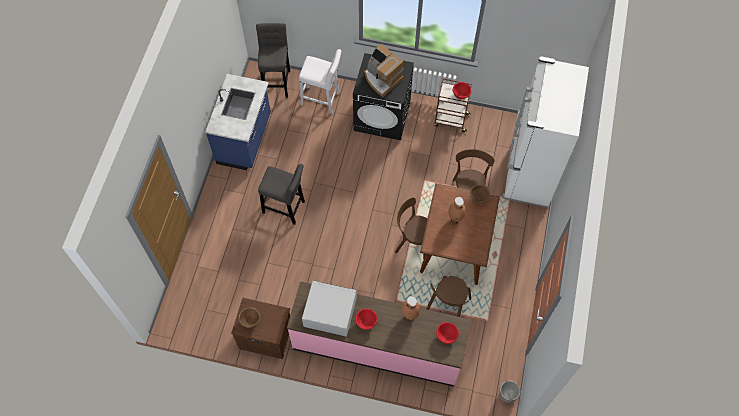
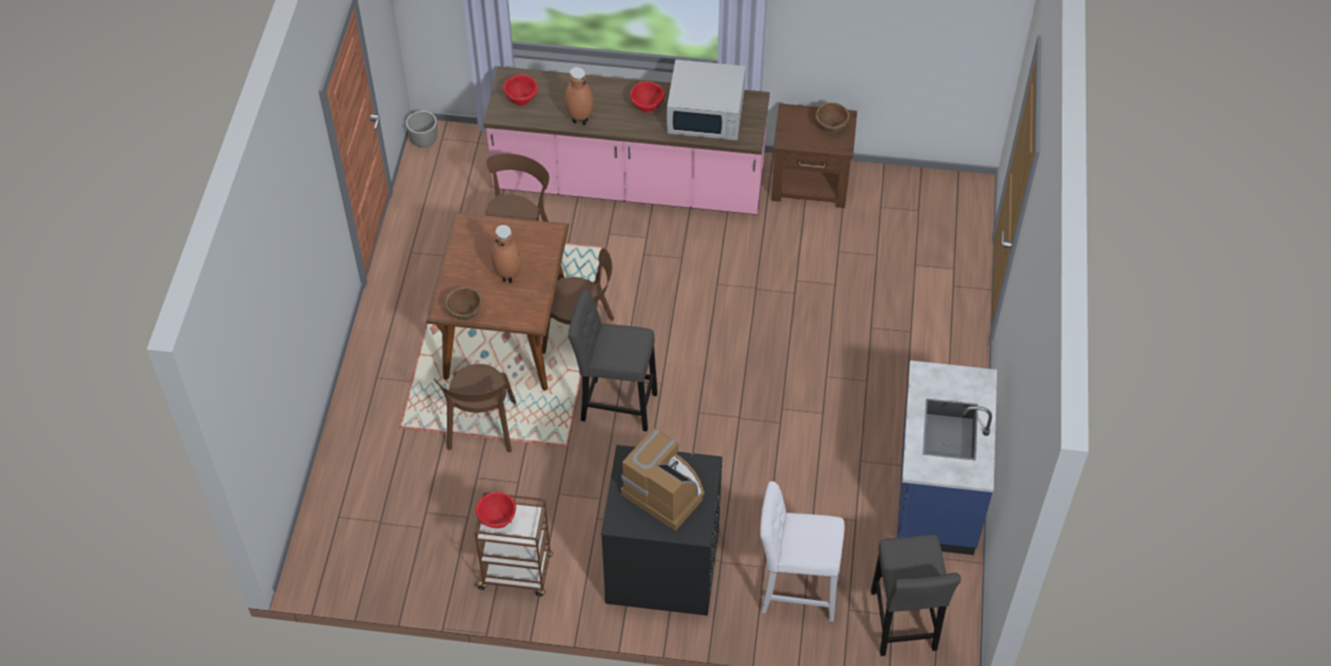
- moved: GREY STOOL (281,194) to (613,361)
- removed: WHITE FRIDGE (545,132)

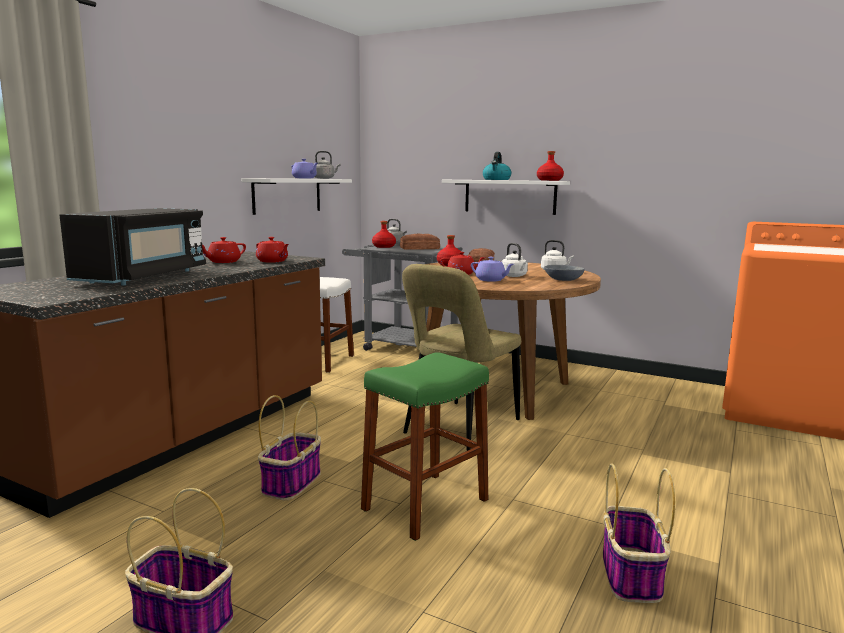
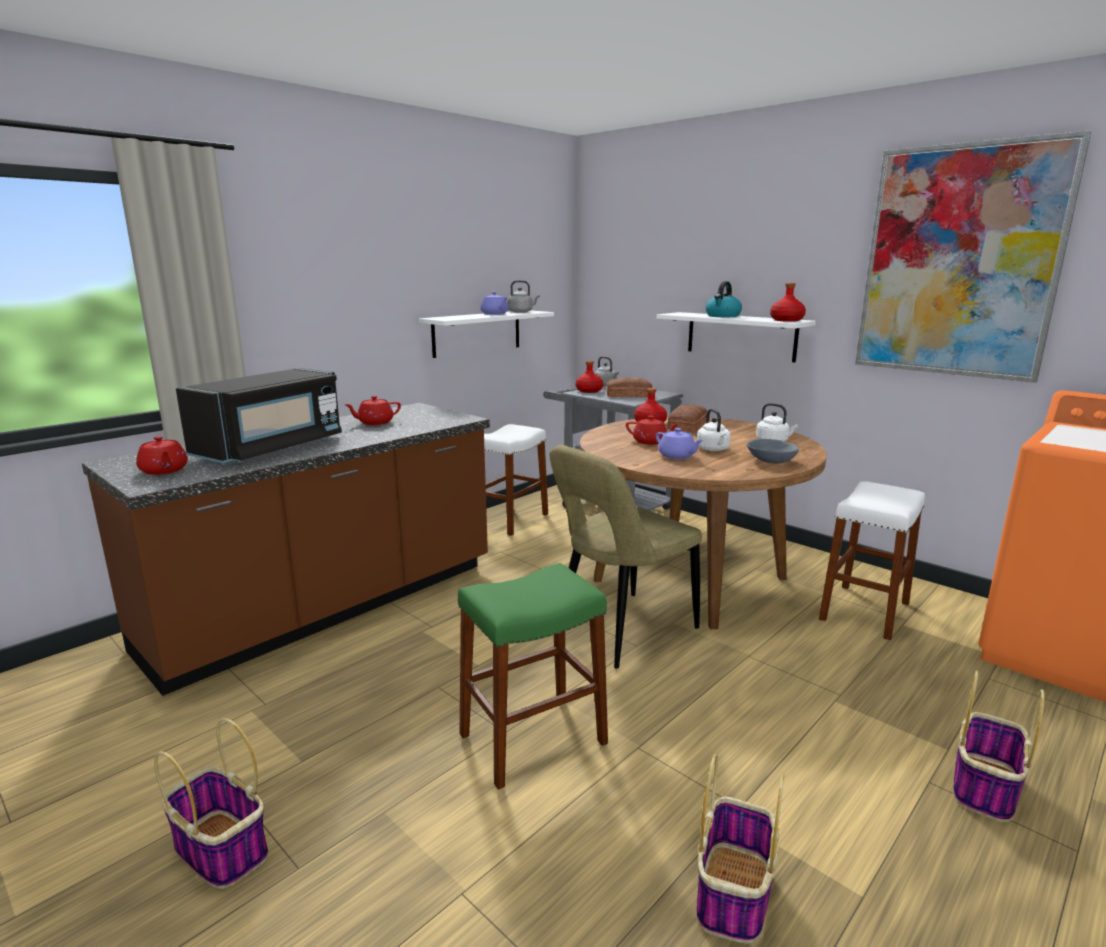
- moved: RED TEAPOT (272,250) to (162,455)
- added: WHITE STOOL (872,560)
- added: PICTURE (973,257)
- moved: BASKET (289,447) to (999,746)

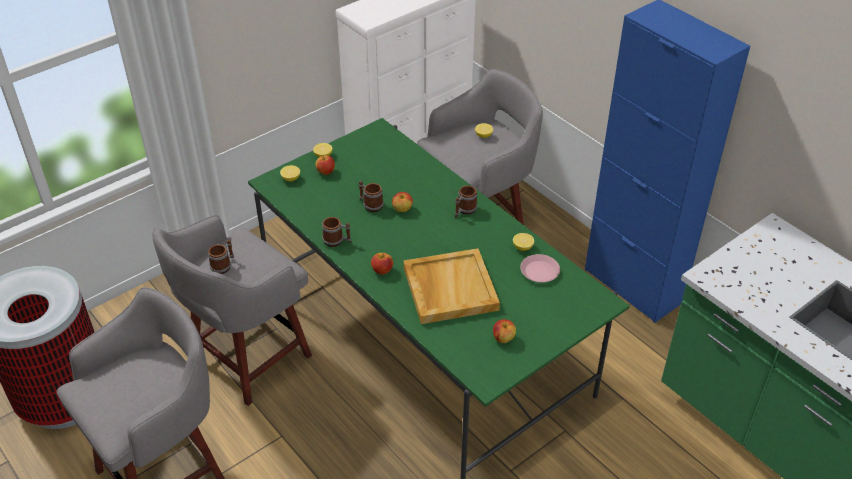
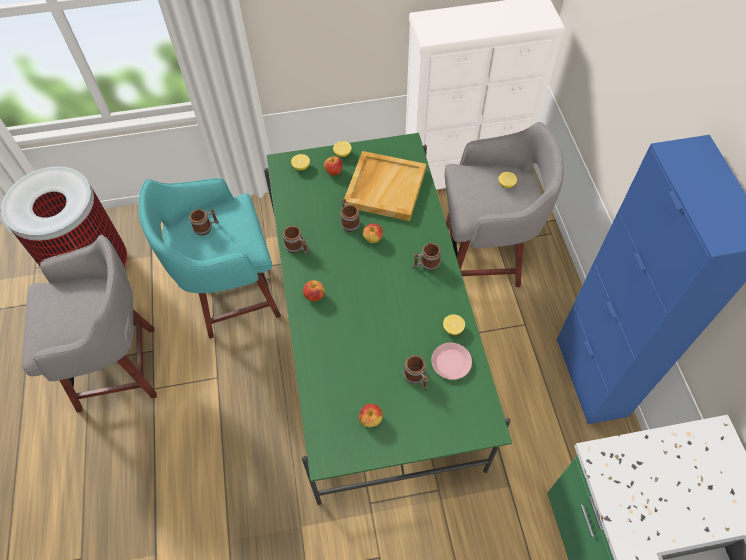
- recoloured: GREY STOOL (232,310) to TURQUOISE STOOL (210,258)
- moved: BEIGE TRAY (452,286) to (385,186)
- added: MUG (415,372)

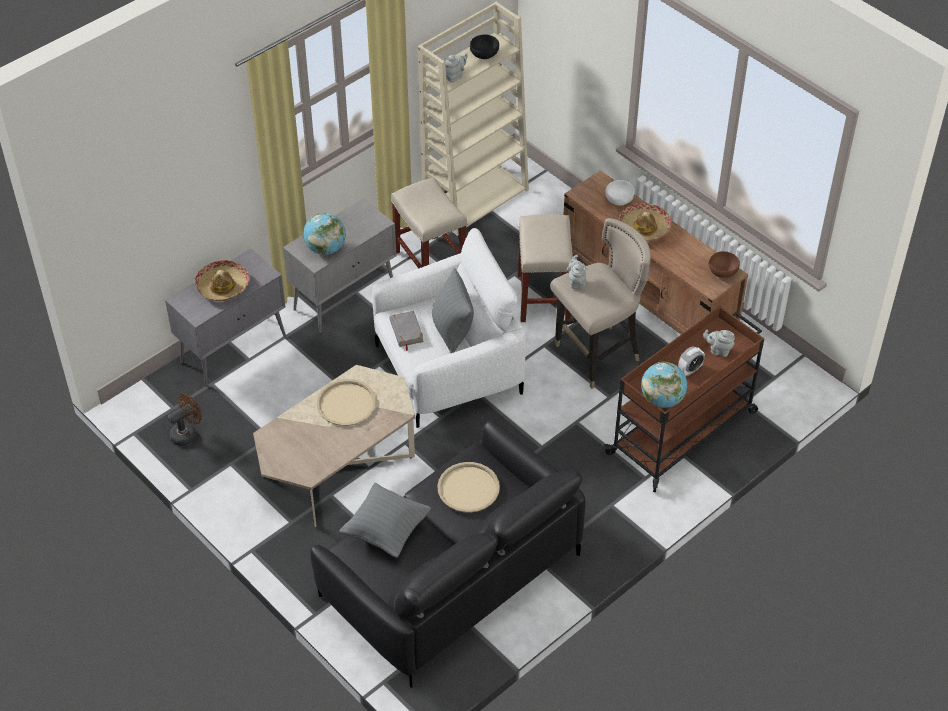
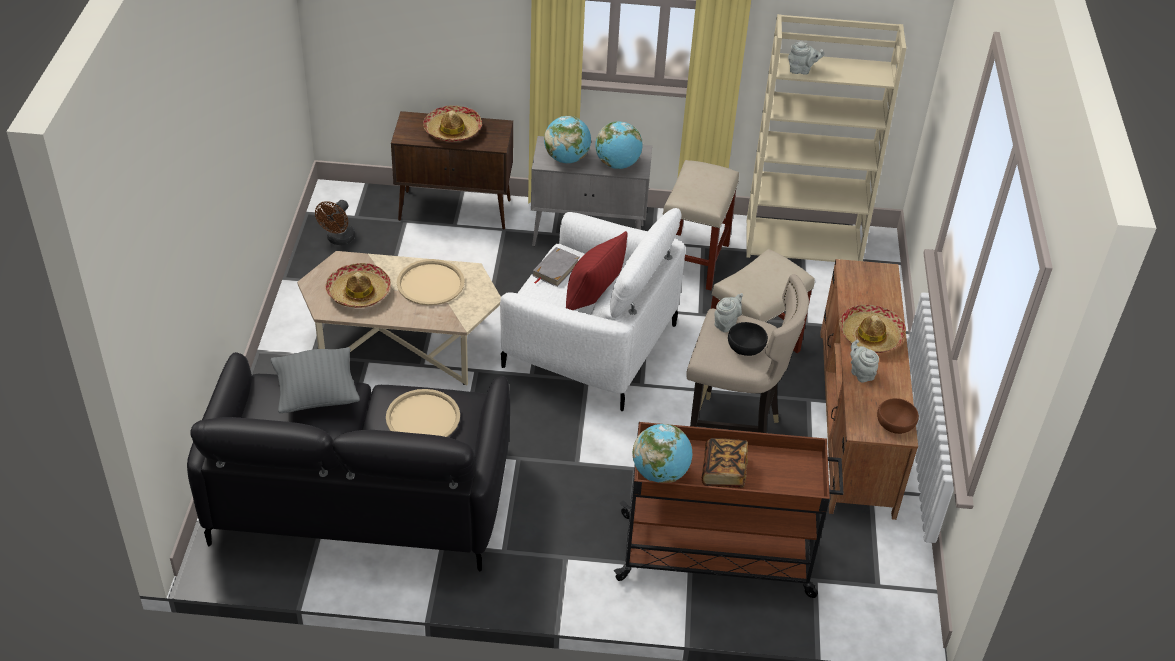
- turned: BROWN FAN (185,419) = (335,222) 105 degrees clockwise
- added: HAT (358,285)
- recoloured: GREY CABINET (225,317) to BROWN CABINET (452,170)
- recoloured: GREY PILLOW (453,310) to RED PILLOW (597,270)
- added: GLOBE (619,145)
- replaced: ALARM CLOCK (691,361) to BOOK (725,463)
- moved: BLACK BOWL (484,46) to (748,339)
- moved: GREY TEAPOT (719,343) to (864,361)
- removed: WHITE BOWL (620,193)

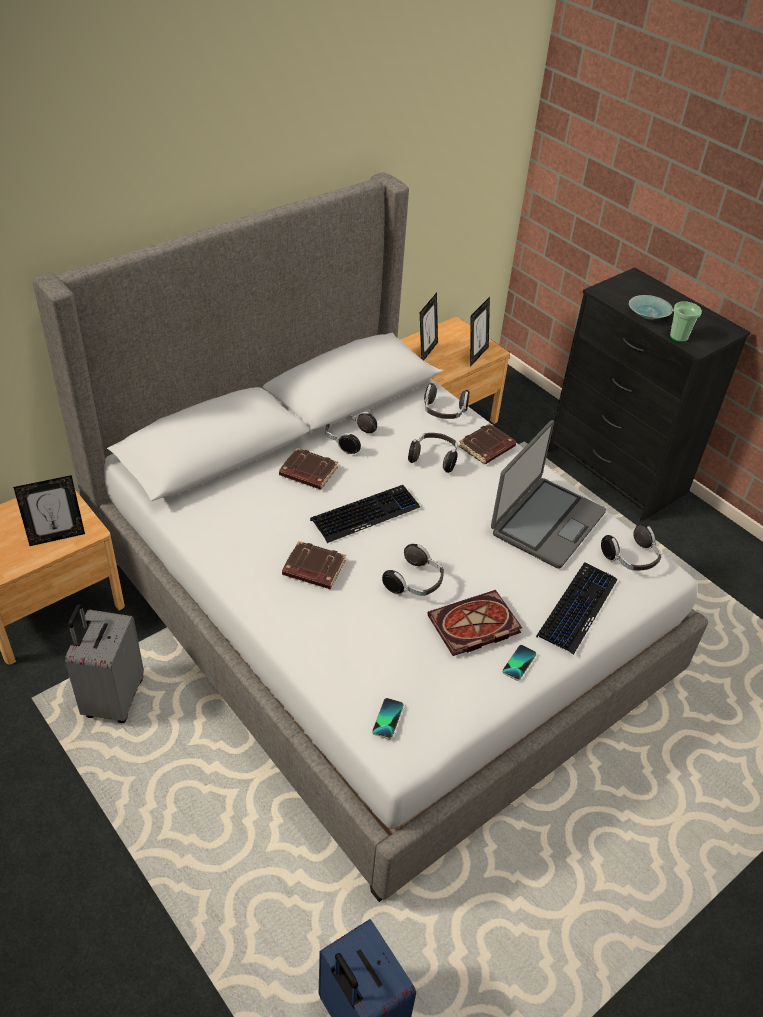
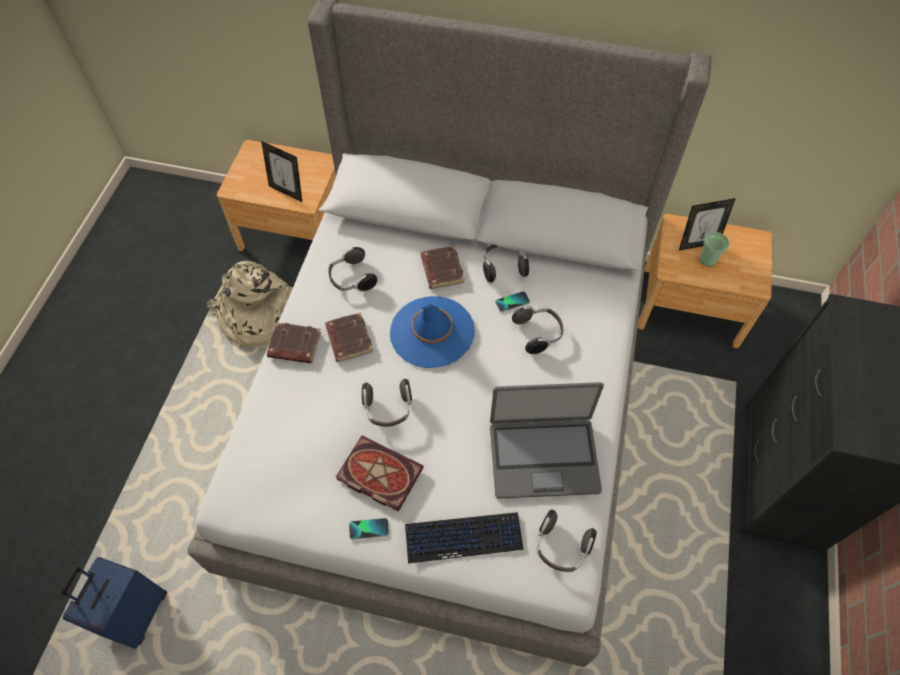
- replaced: GREY SUITCASE (104,663) to BEIGE BACKPACK (249,304)
- moved: BROWN BOOK (487,443) to (294,342)
- moved: HEADPHONES (447,401) to (353,269)
- replaced: KEYBOARD (365,514) to BLUE HAT (432,332)
- moved: PHONE (388,718) to (512,301)
- moved: CUP (686,321) to (714,249)
- removed: PICTURE FRAME (480,332)
- removed: TURQUOISE BOWL (651,307)

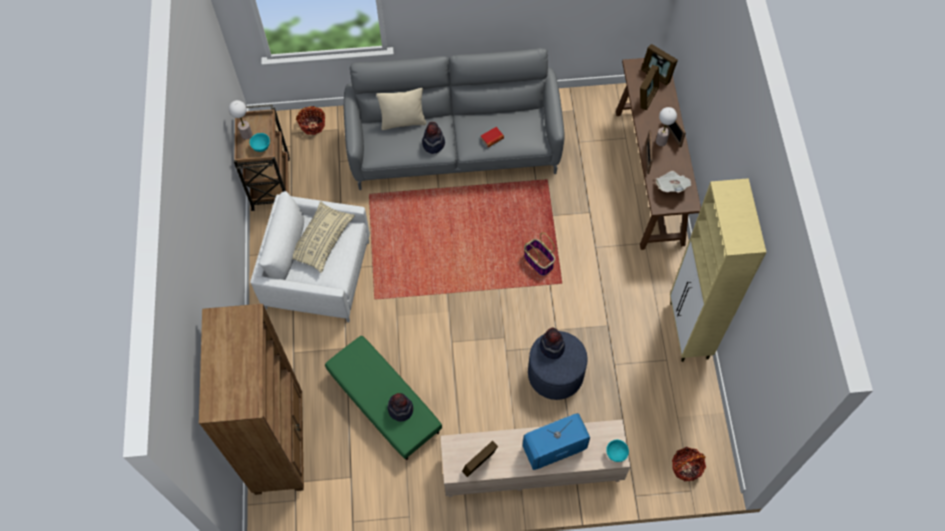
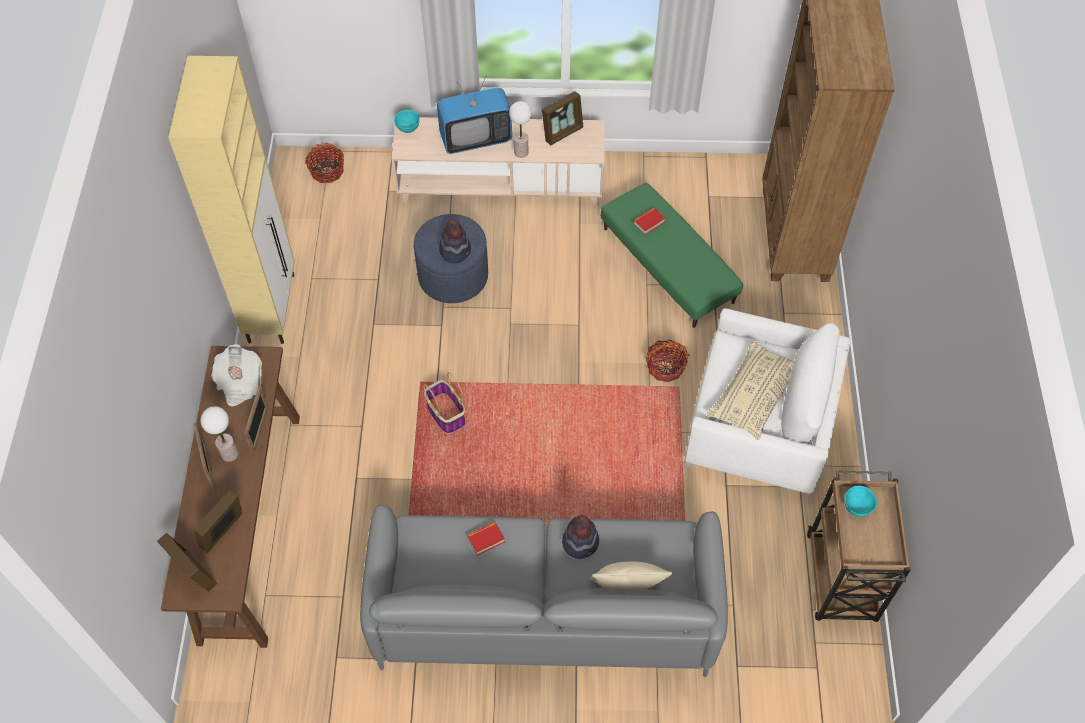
- moved: TABLE LAMP (240,120) to (520,129)
- replaced: HAT (400,407) to BOOK (649,221)
- moved: BASKET (310,120) to (667,361)

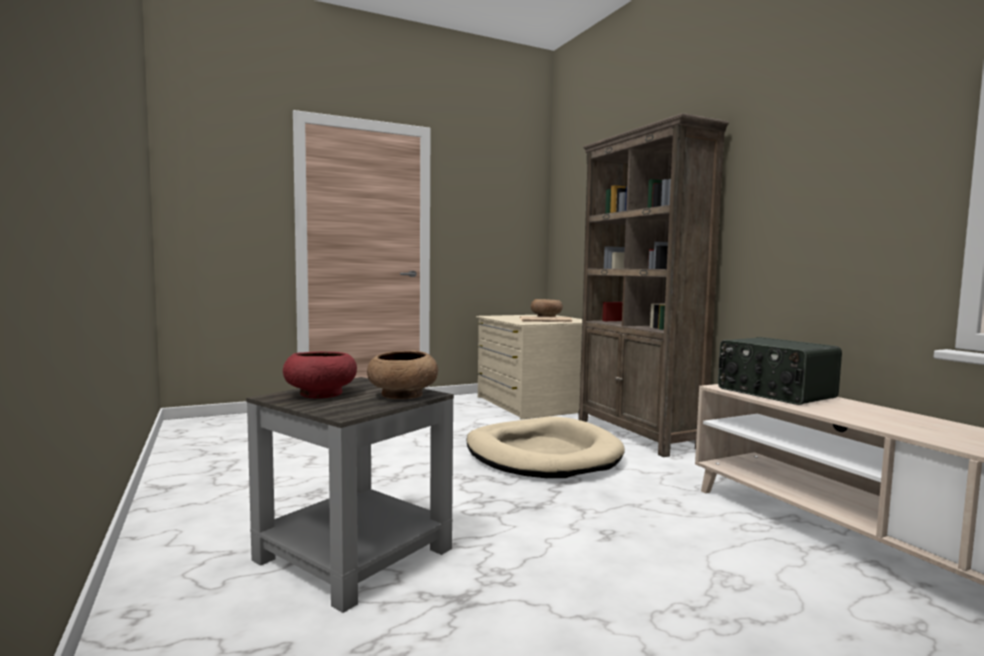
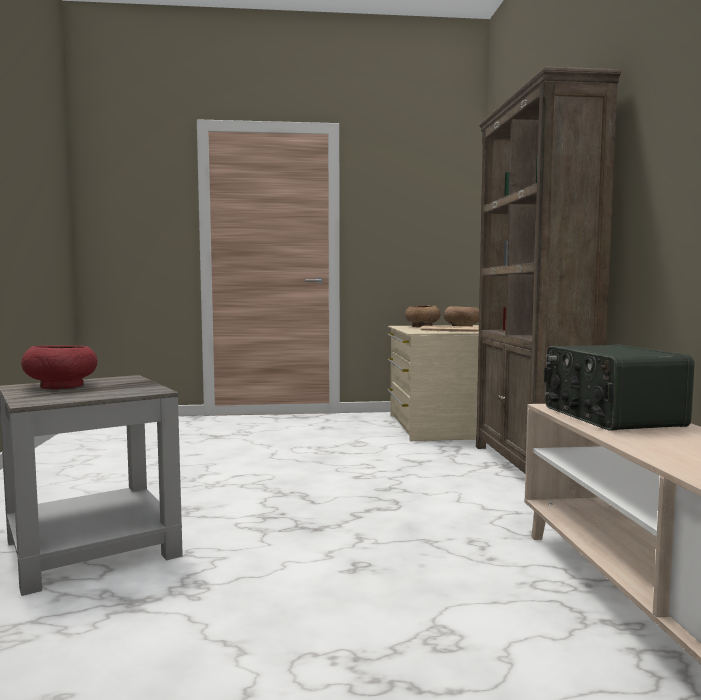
- moved: BROWN BOWL (402,375) to (423,316)
- removed: BEIGE DOG BED (546,447)

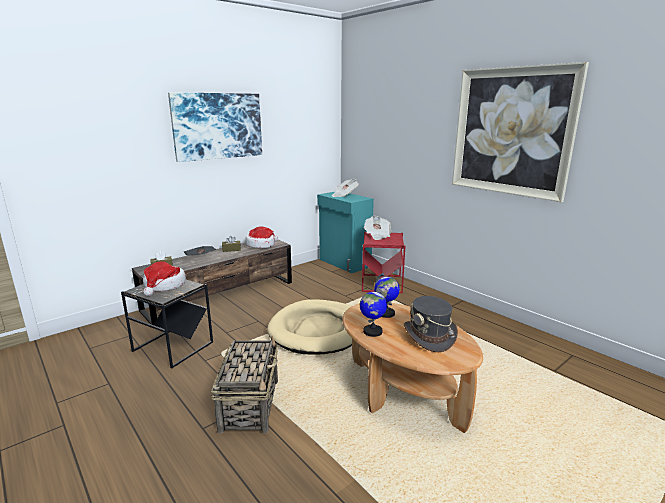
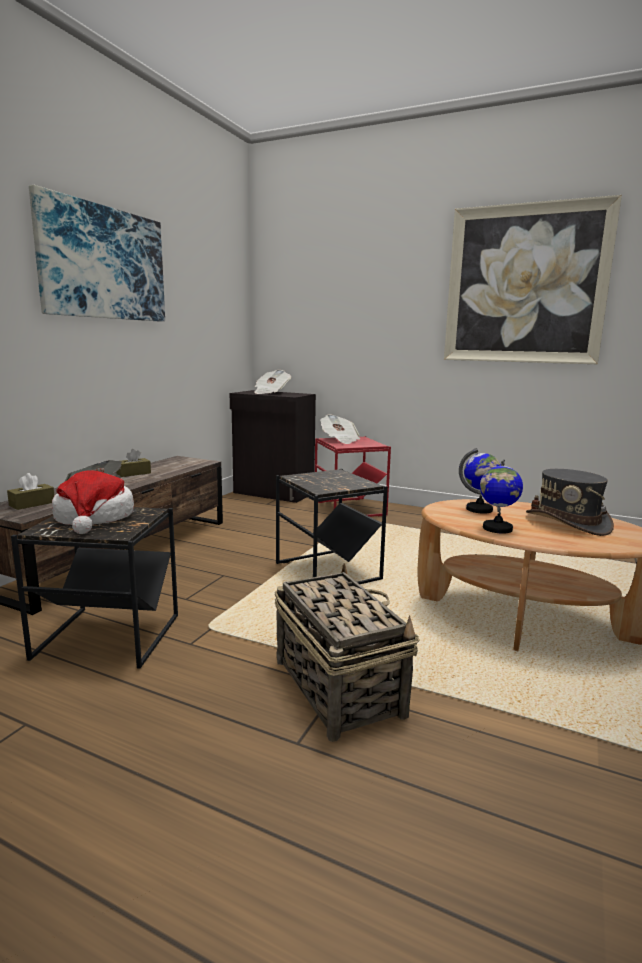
- recoloured: TURQUOISE CABINET (345,232) to BLACK CABINET (273,446)
- replaced: BEIGE DOG BED (309,326) to BLACK SIDE TABLE (332,526)
- removed: HAT (261,237)

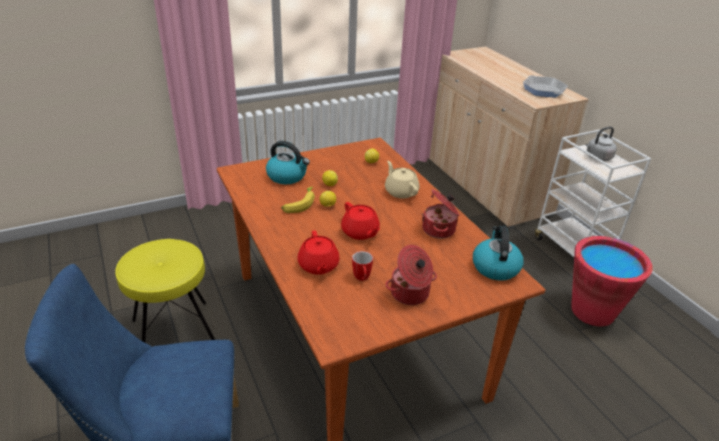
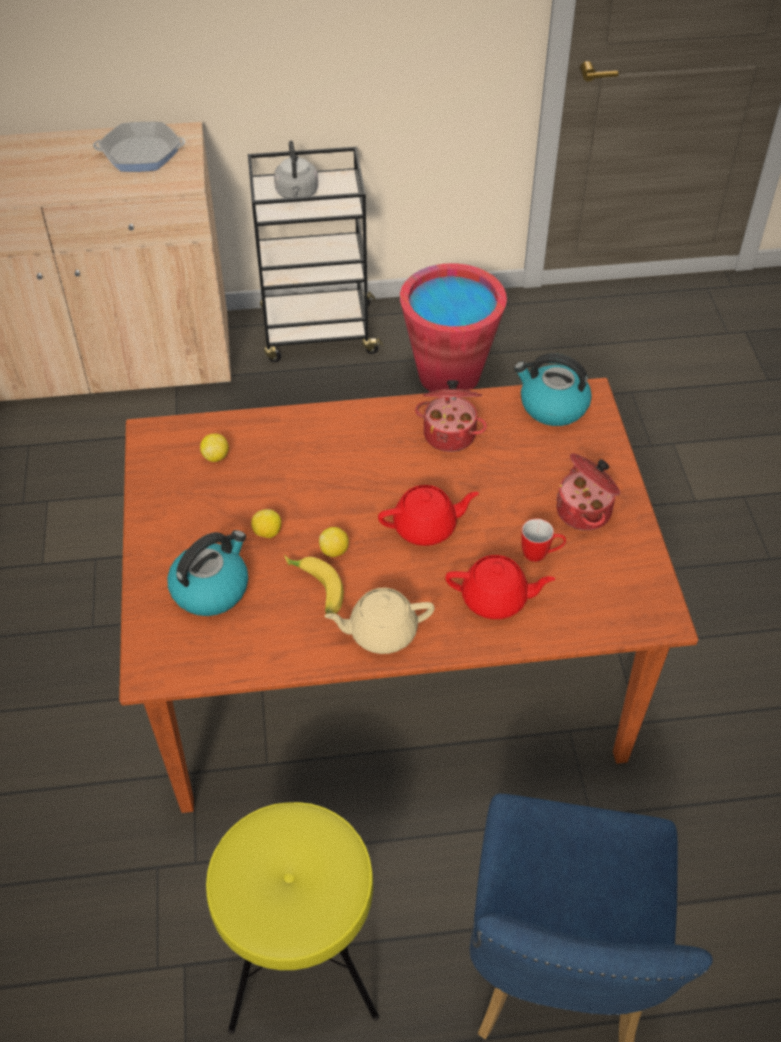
- recoloured: WHITE CART (593,193) to BLACK CART (316,254)
- moved: BEIGE TEAPOT (402,180) to (379,621)

